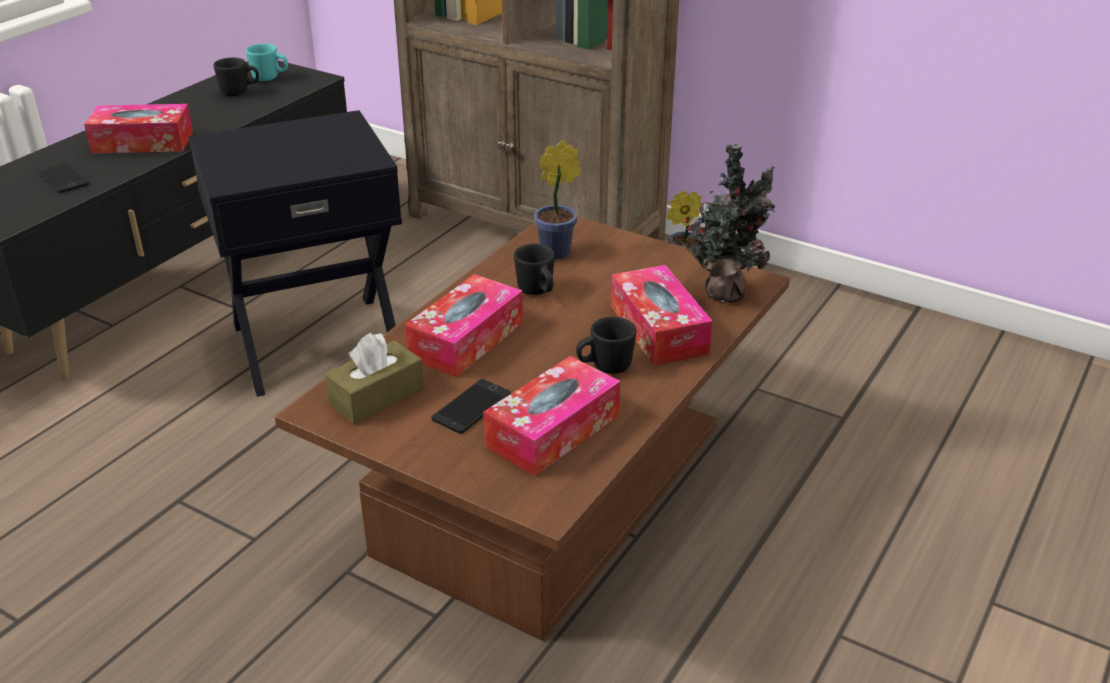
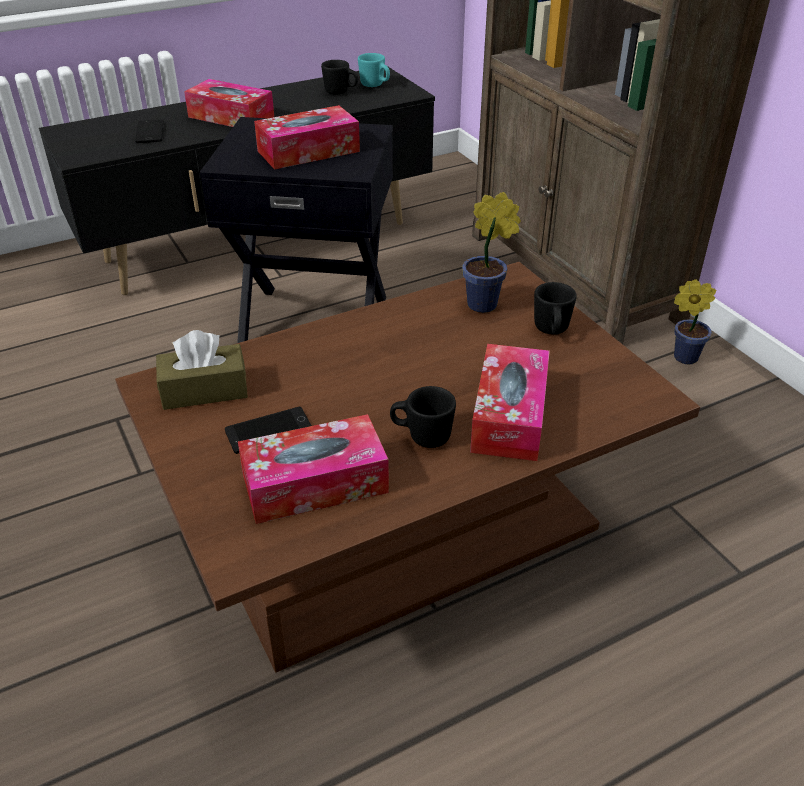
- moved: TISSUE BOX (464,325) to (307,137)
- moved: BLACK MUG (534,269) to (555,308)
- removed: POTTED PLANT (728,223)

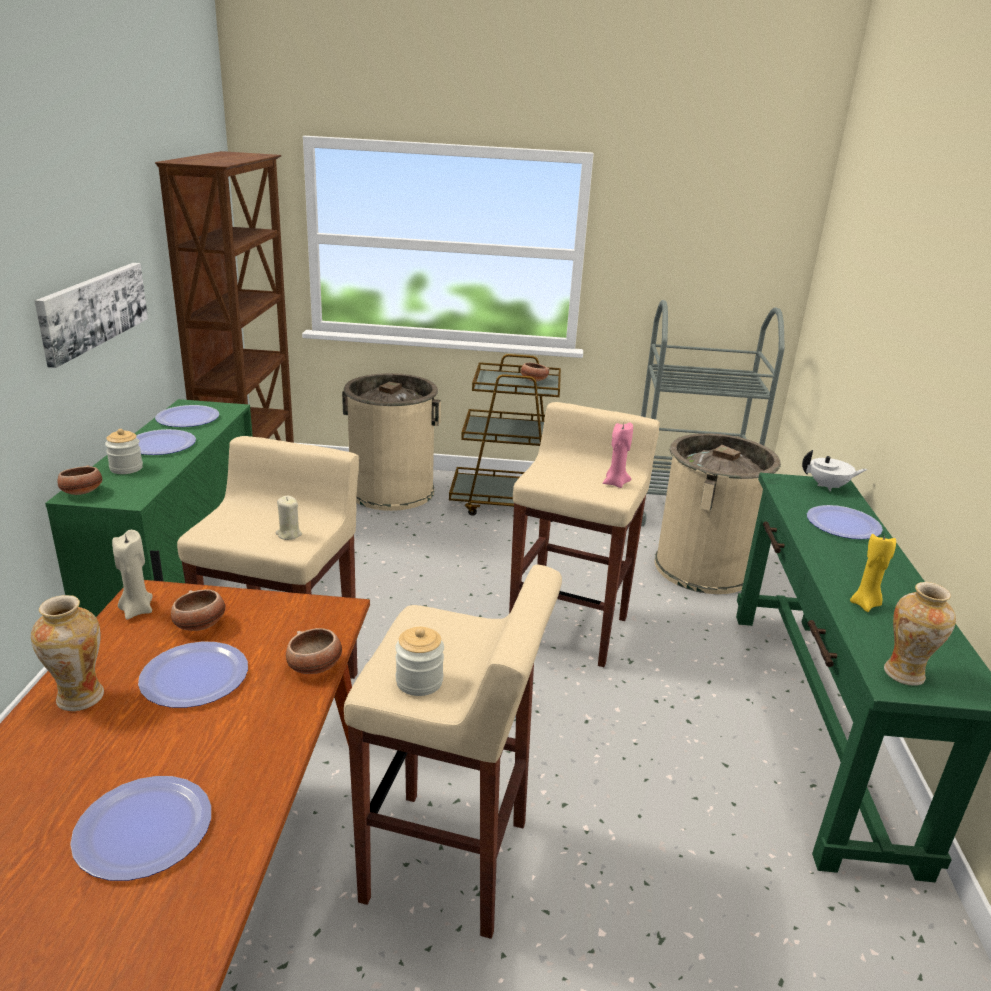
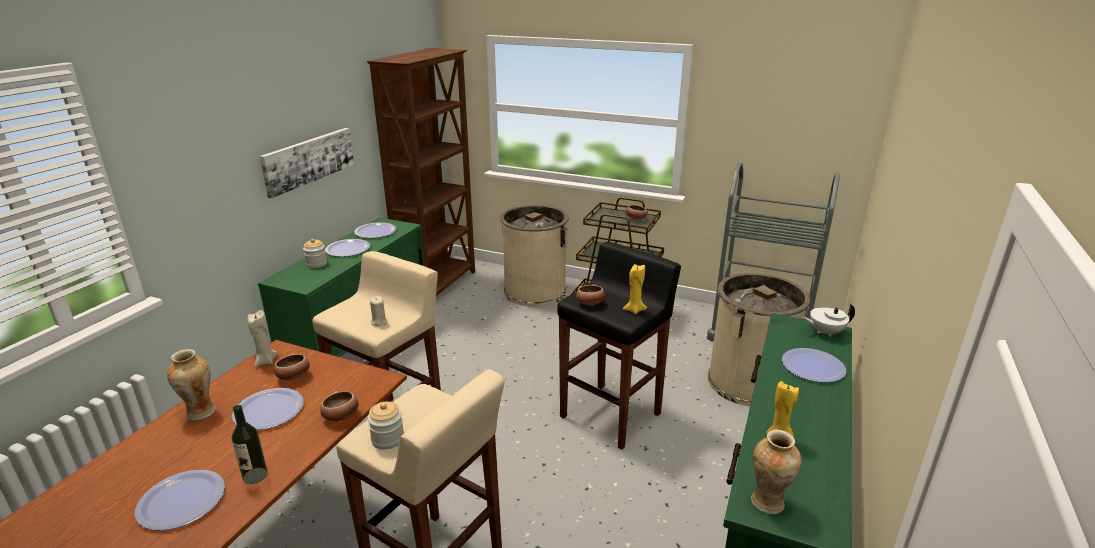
- added: BOTTLE (250,444)
- recoloured: BEIGE STOOL (584,534) to BLACK STOOL (619,346)
- moved: BOWL (79,480) to (590,294)
- recoloured: PINK CANDLE (618,455) to YELLOW CANDLE (635,289)
- turned: WHITE TEAPOT (834,471) = (828,320) 150 degrees clockwise

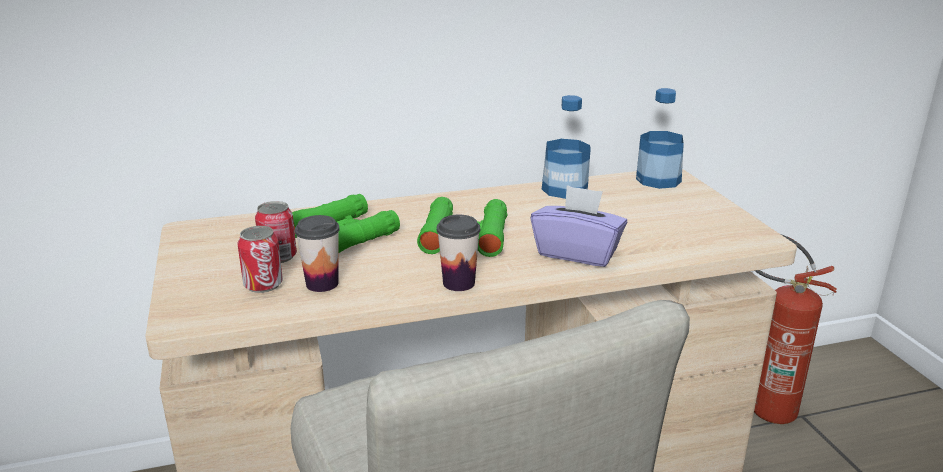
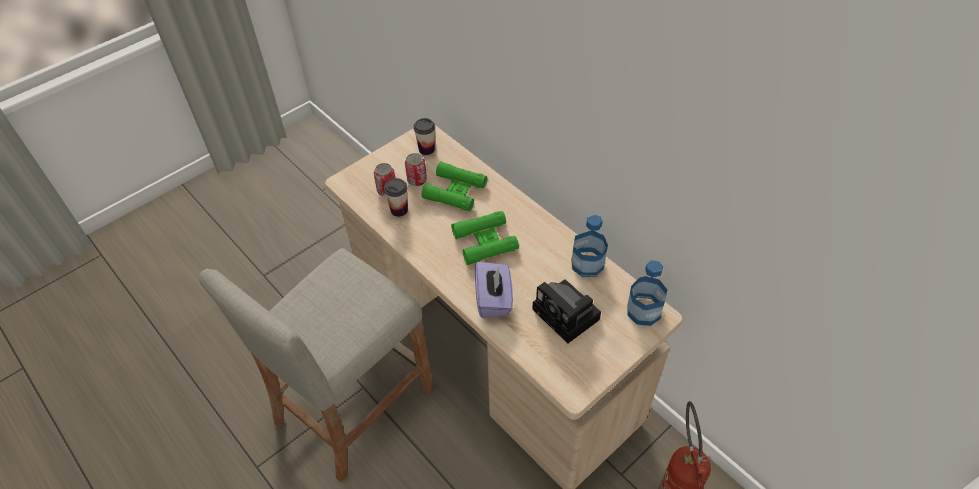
- moved: CUP (459,253) to (424,136)
- added: PHOTO CAMERA (566,311)

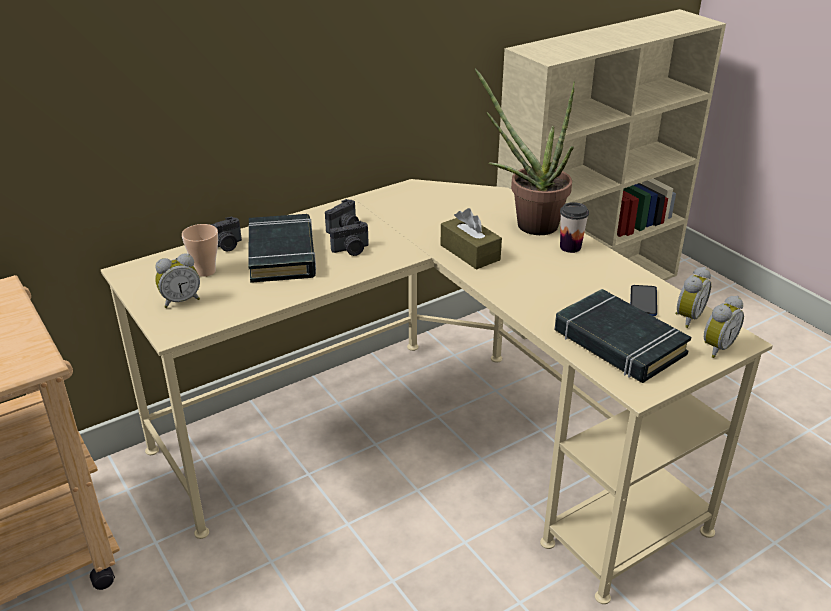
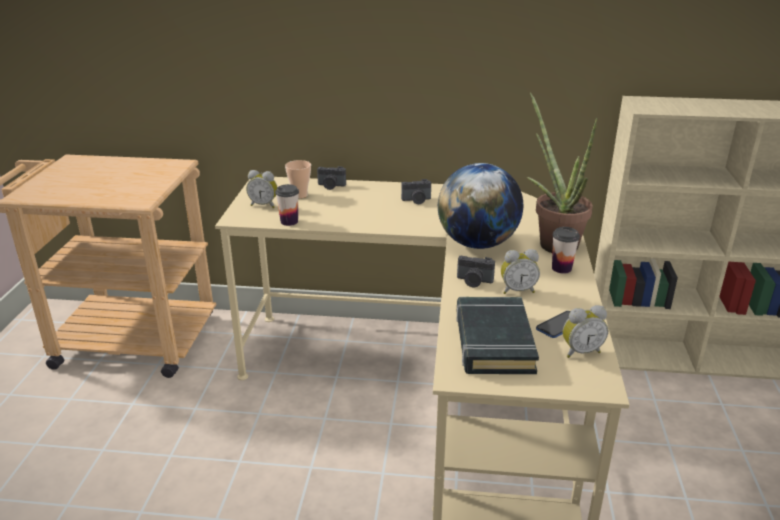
- added: CUP (287,205)
- replaced: BROWN TISSUE BOX (471,239) to GLOBE (480,206)
- moved: PHOTO CAMERA (349,238) to (476,271)
- moved: ALARM CLOCK (724,327) to (520,271)
- removed: BLACK BOOK (282,248)

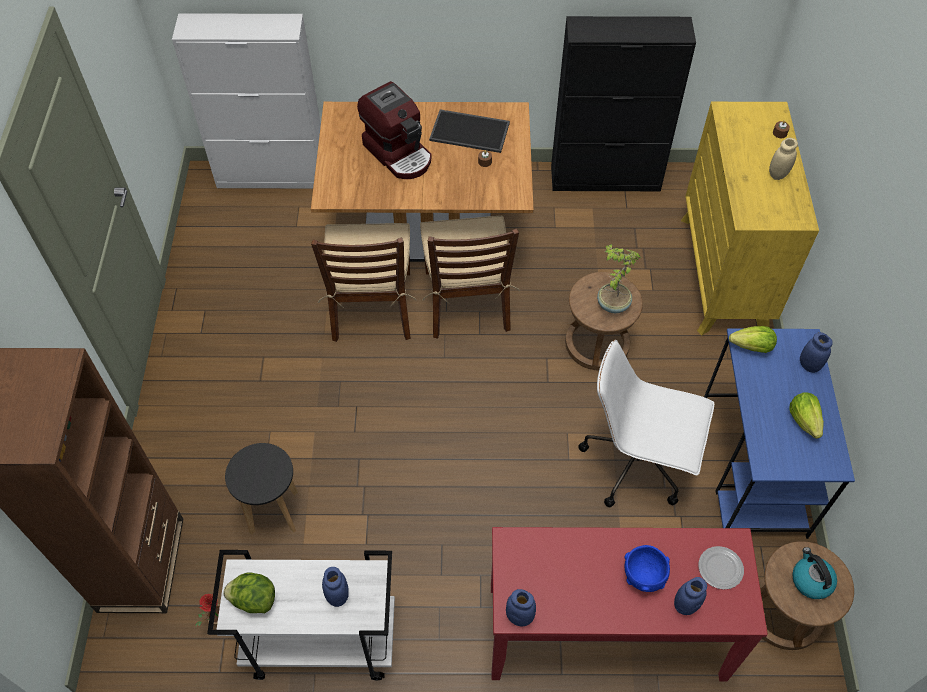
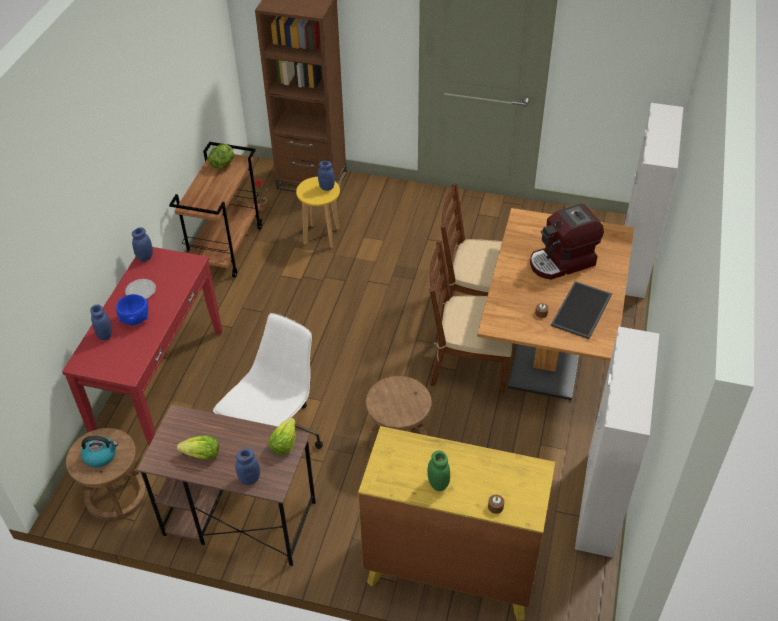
- moved: PLATE (721,568) to (140,289)
- recoloured: BLUE DESK (779,434) to BROWN DESK (226,485)
- recoloured: WHITE CART (301,615) to BROWN CART (216,210)
- recoloured: BLACK STOOL (261,488) to YELLOW STOOL (318,212)
- moved: BLUE JAR (335,587) to (326,176)
- recoloured: BEIGE JAR (783,159) to GREEN JAR (438,470)
- recoloured: BLACK CABINET (623,103) to WHITE CABINET (617,442)
- removed: POTTED PLANT (619,278)

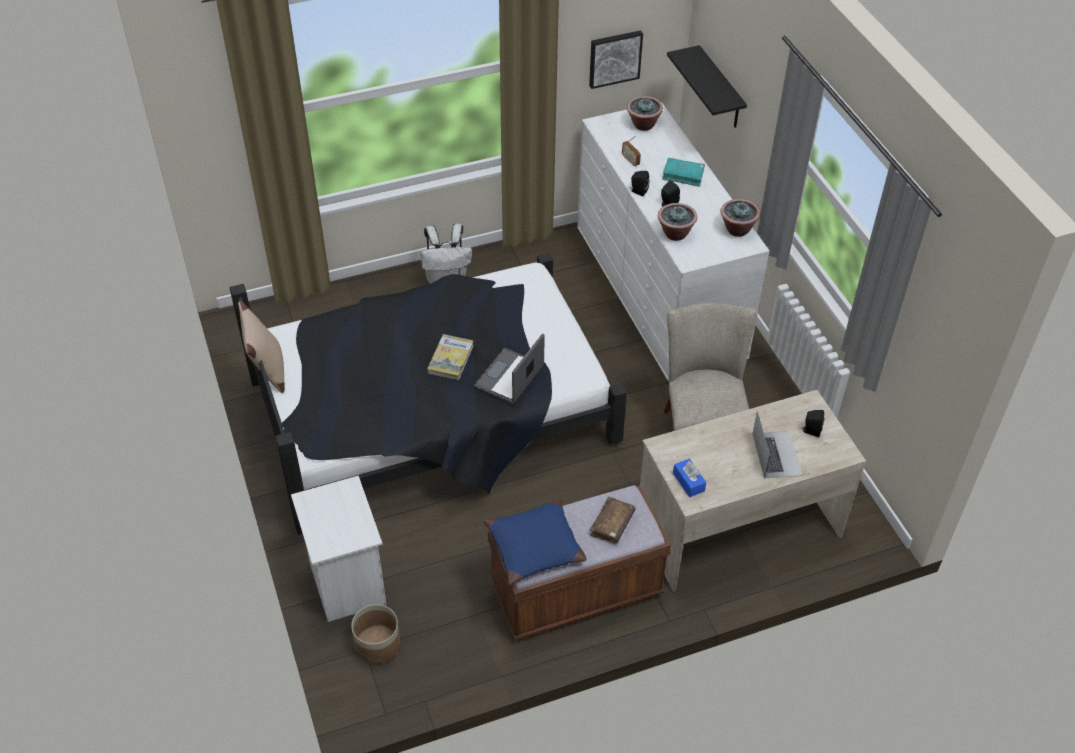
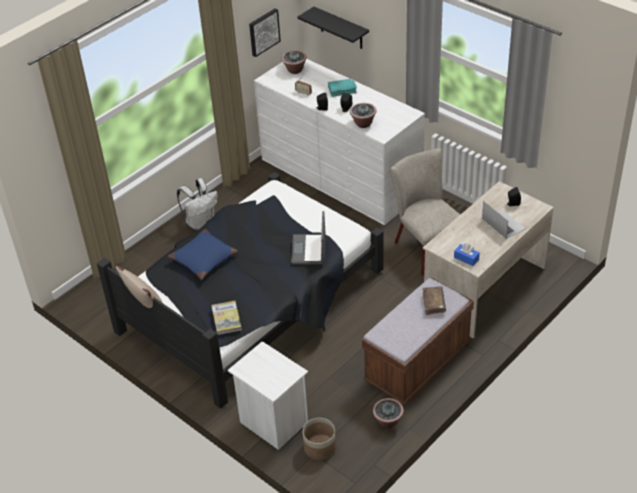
- moved: BLUE PILLOW (535,542) to (202,254)
- moved: BOOK (450,357) to (226,318)
- moved: POTTED PLANT (740,218) to (388,413)

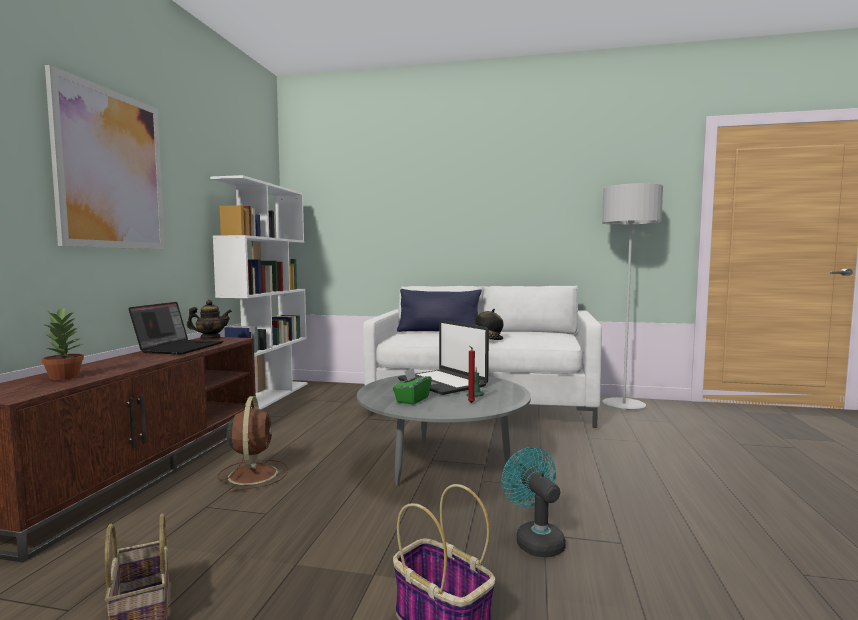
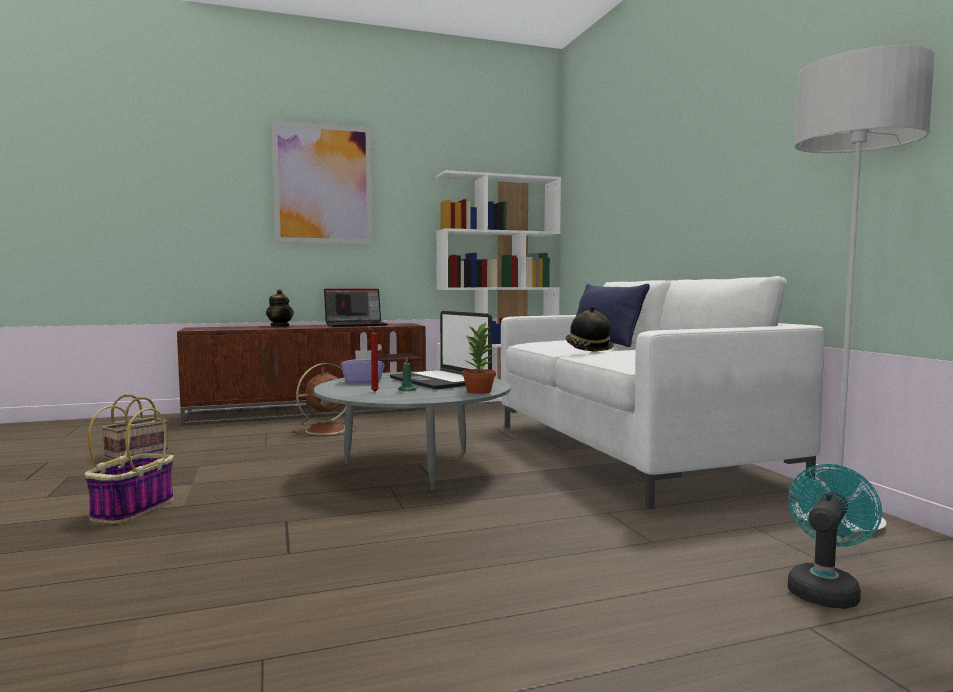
- moved: TEAPOT (209,319) to (280,308)
- recoloured: GREEN TISSUE BOX (412,386) to PURPLE TISSUE BOX (363,367)
- turned: LAPTOP (443,357) = (441,350) 60 degrees counterclockwise
- moved: POTTED PLANT (62,343) to (479,358)
- moved: TURQUOISE FAN (534,502) to (835,536)

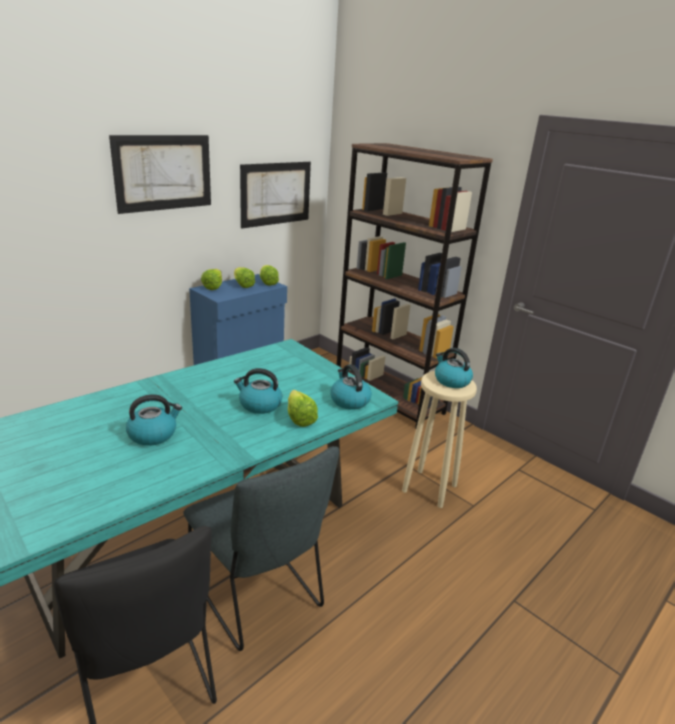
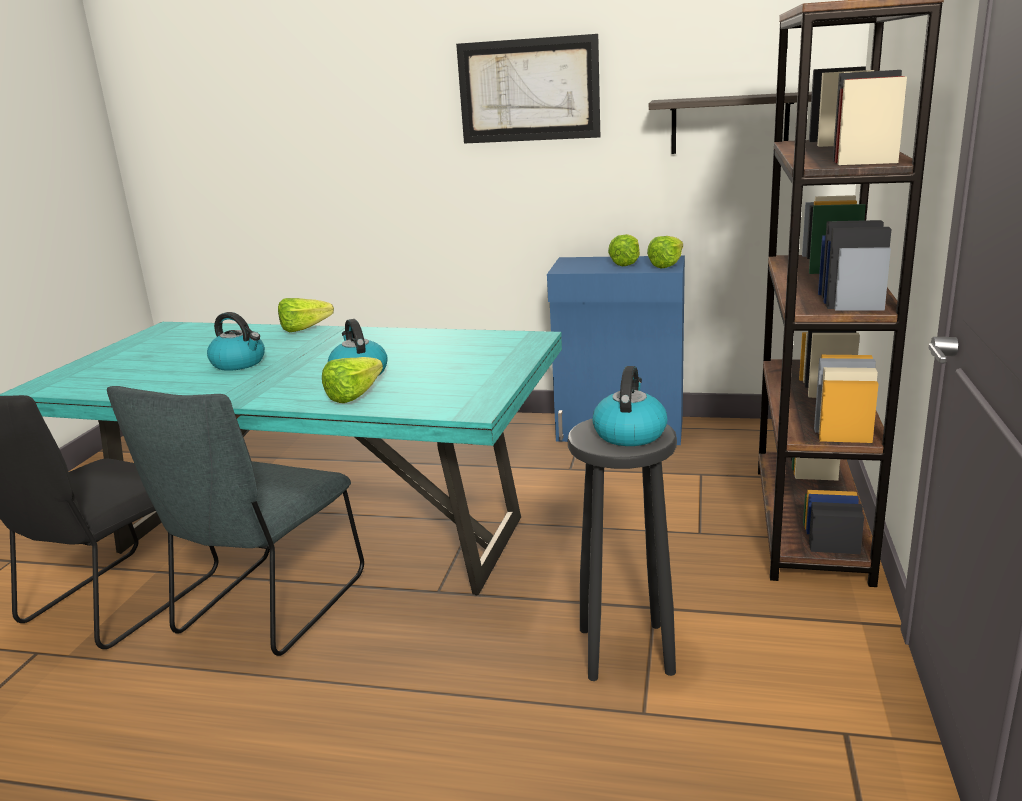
- moved: LETTUCE (211,279) to (306,315)
- recoloured: BEIGE STOOL (439,439) to BLACK STOOL (622,549)
- replaced: PICTURE (275,195) to SHELF (730,123)
- removed: KETTLE (351,386)

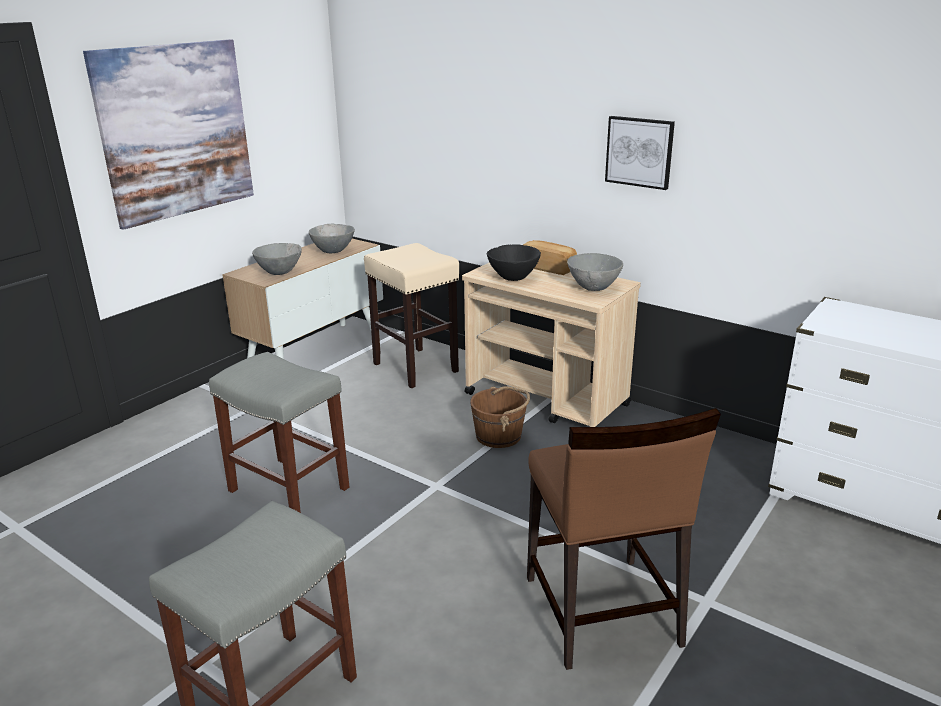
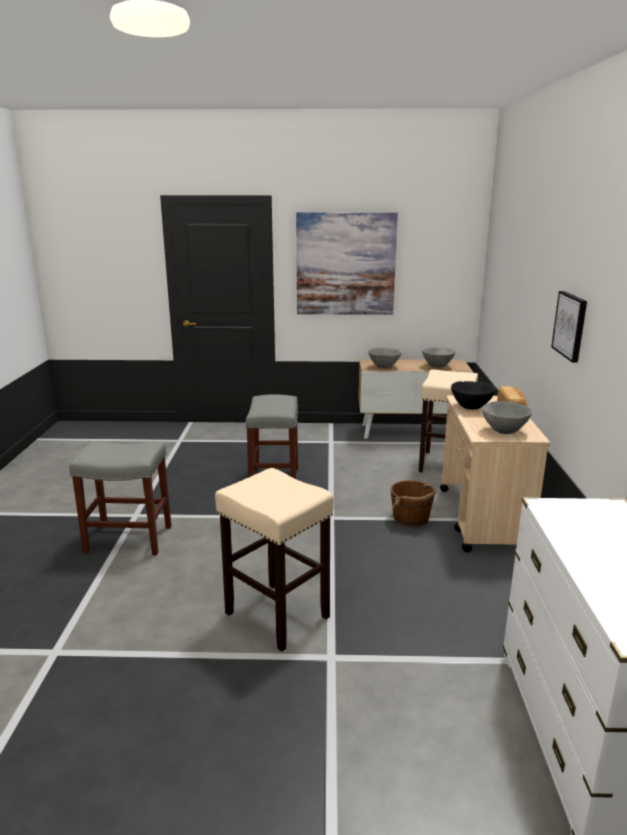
- replaced: BROWN CHAIR (624,539) to BEIGE STOOL (274,560)

